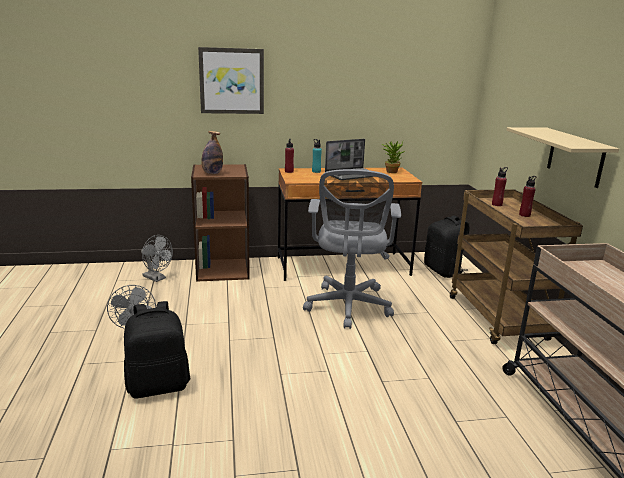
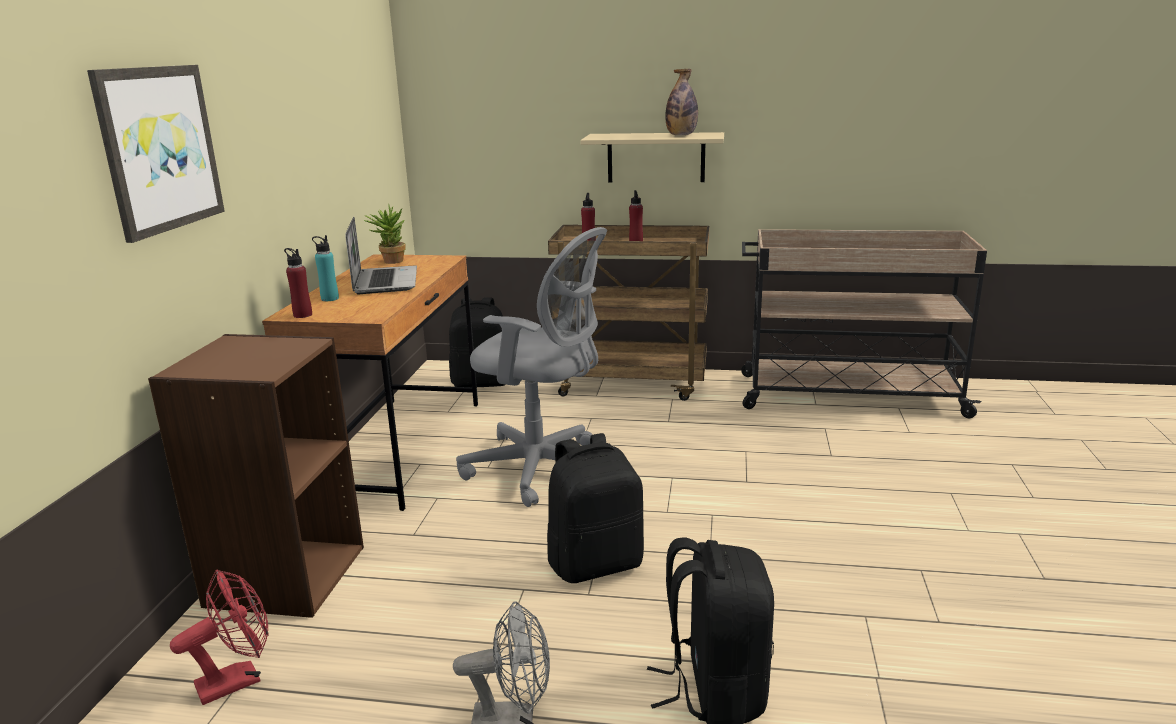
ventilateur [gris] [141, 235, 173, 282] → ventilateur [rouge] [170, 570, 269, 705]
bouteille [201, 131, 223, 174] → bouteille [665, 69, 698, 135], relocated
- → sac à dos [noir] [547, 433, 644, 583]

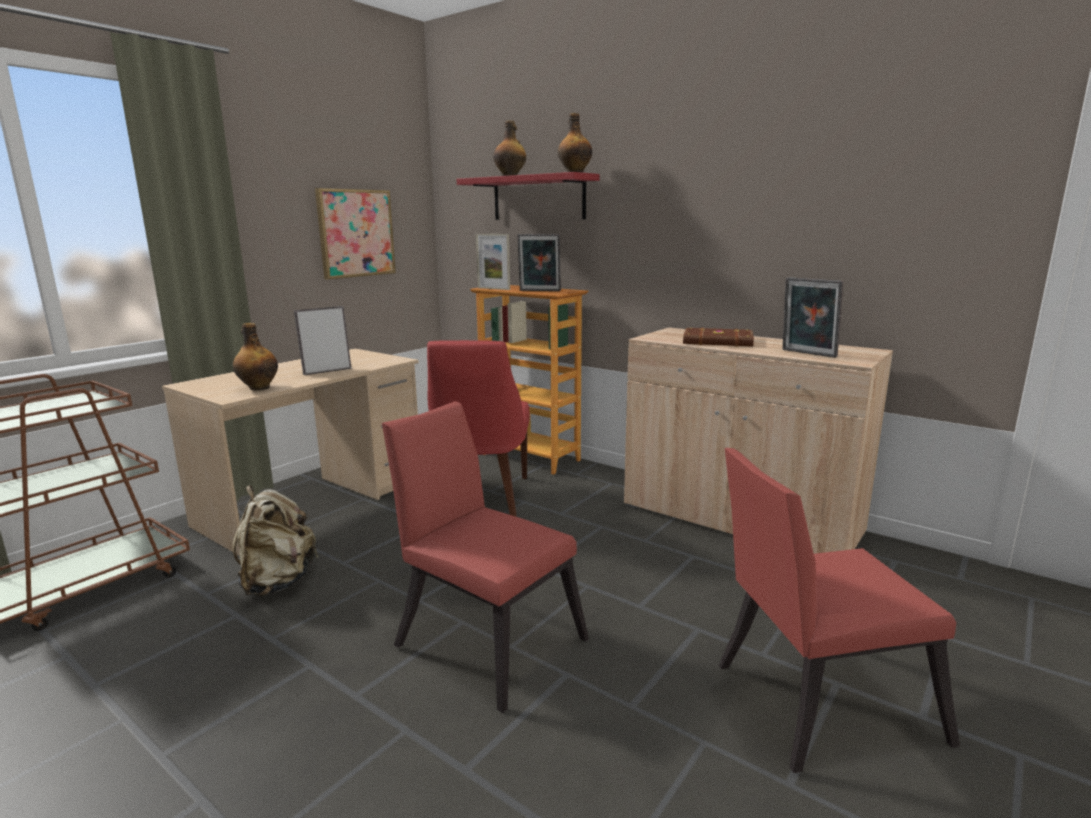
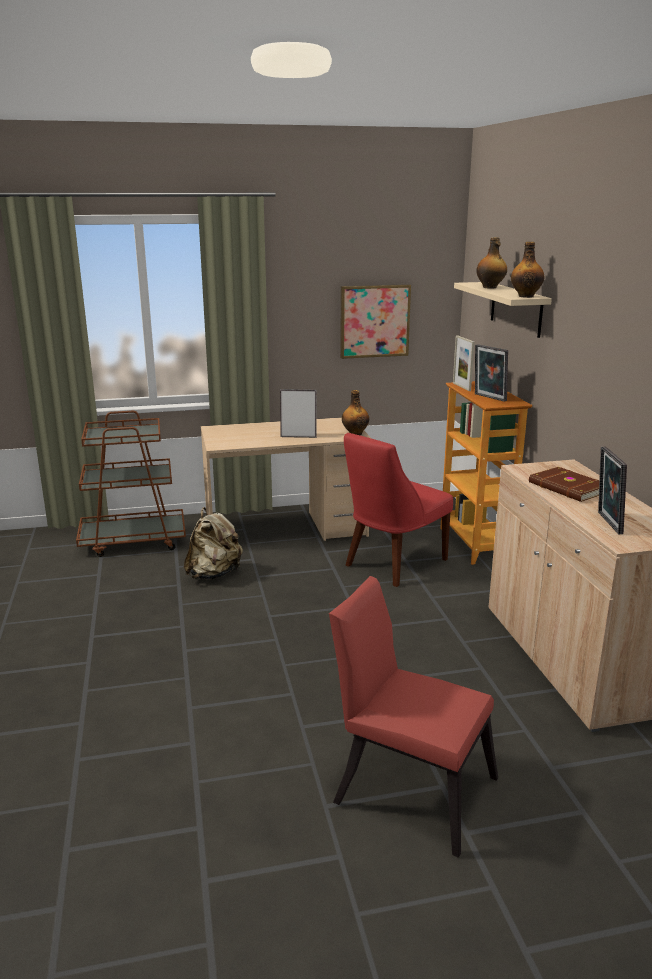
bouteille [233, 323, 278, 391] → bouteille [342, 390, 369, 435], relocated
chaise [rouge] [382, 401, 589, 713] → -
étagère [rouge] [457, 172, 600, 220] → étagère [beige] [454, 282, 552, 338]

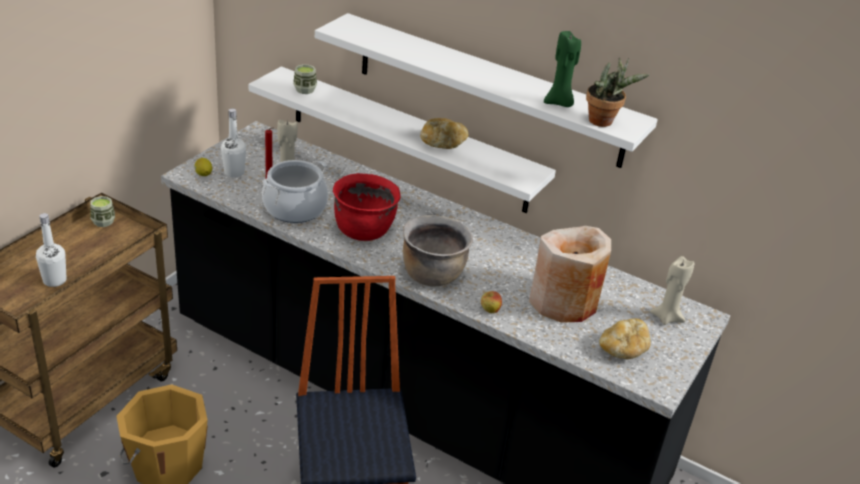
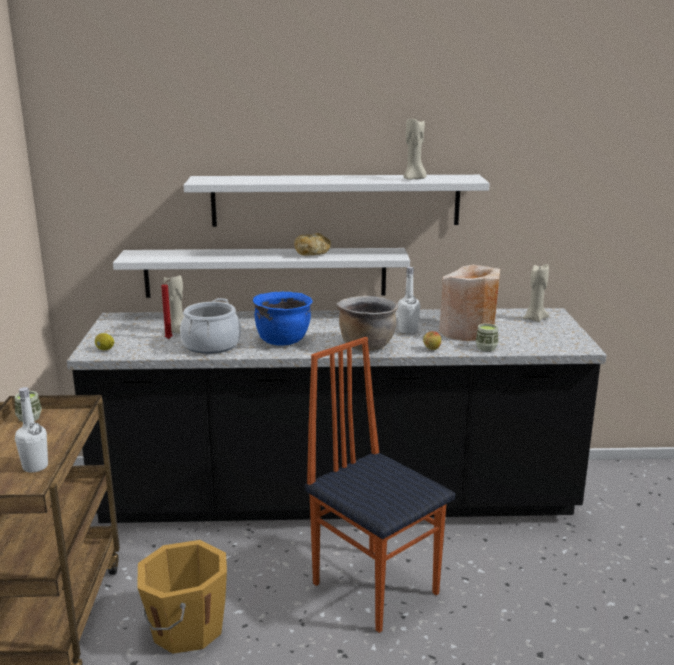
bouteille [blanc] [221, 109, 246, 177] → bouteille [blanc] [398, 267, 420, 334], relocated
tasse [293, 64, 317, 94] → tasse [475, 323, 498, 351], relocated
marmite [rouge] [333, 173, 401, 241] → marmite [bleu] [253, 292, 313, 346]
bougie [vert] [544, 31, 581, 107] → bougie [beige] [404, 118, 427, 180]
plante en pot [586, 58, 649, 127] → -
pain [599, 318, 651, 359] → -

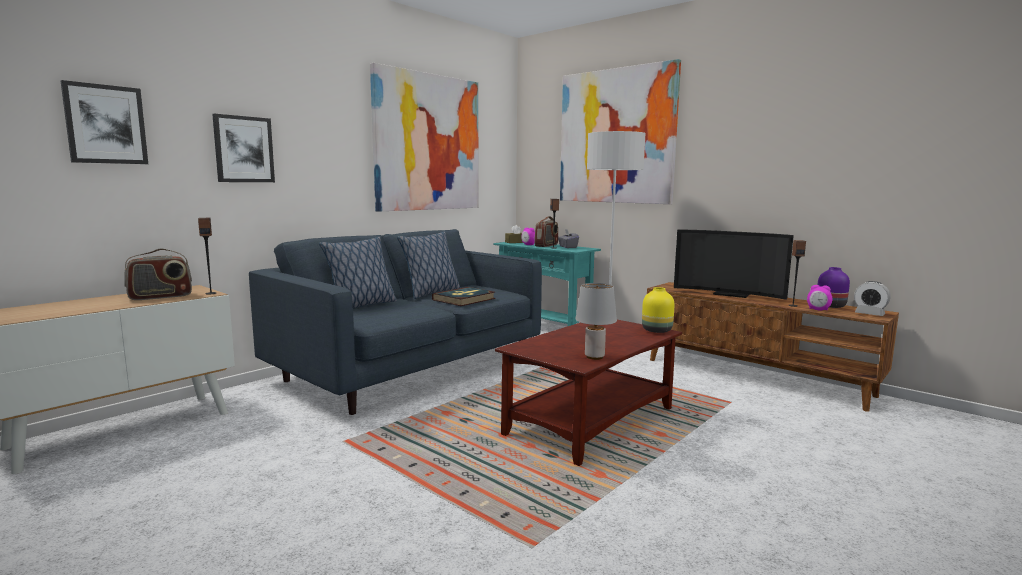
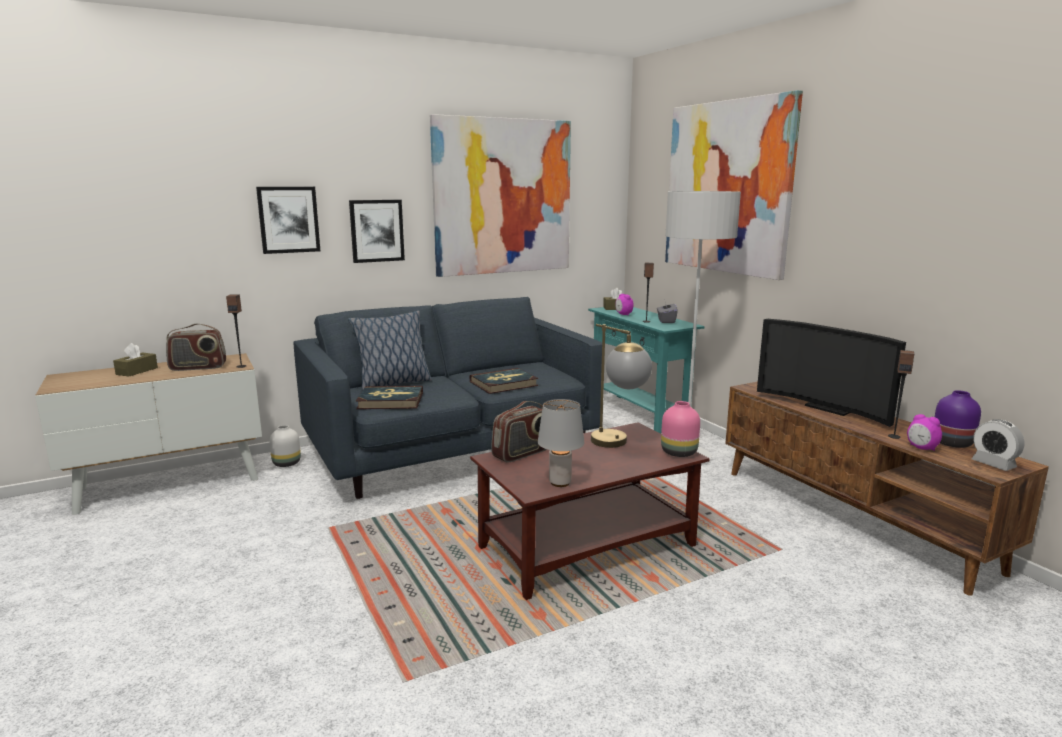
tableau [61, 80, 148, 164] → tableau [349, 200, 405, 263], relocated
coussin [397, 231, 460, 299] → -
radio [534, 216, 558, 247] → radio [491, 401, 547, 462], relocated
vase [jaune] [642, 287, 675, 333] → vase [rose] [661, 401, 700, 457]
- → boîte à mouchoirs [marron] [113, 343, 158, 377]
- → vase [blanc] [269, 425, 301, 467]
- → livre [356, 386, 423, 409]
- → lampe de table [591, 324, 652, 448]

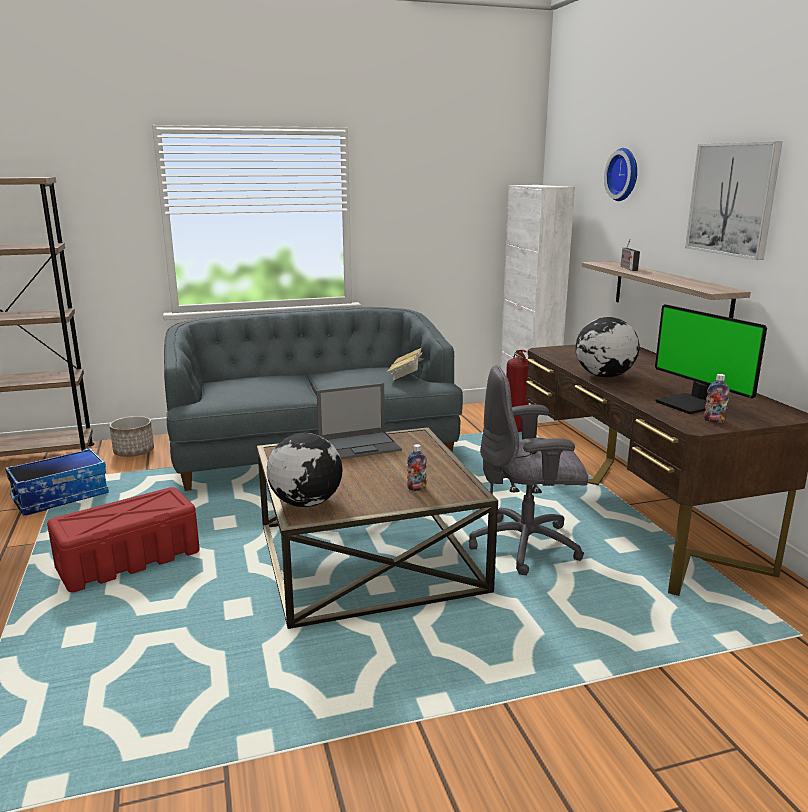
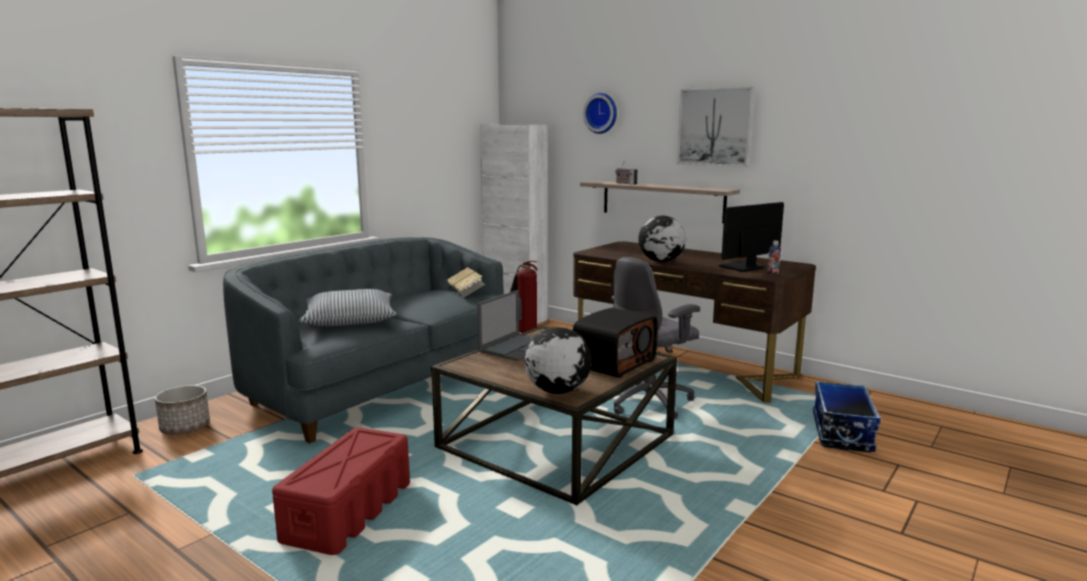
boîte de rangement [5, 448, 109, 515] → boîte de rangement [813, 381, 881, 453], relocated
bouteille [407, 444, 427, 491] → radio [573, 308, 658, 378]
écran d'ordinateur [655, 304, 767, 414] → écran d'ordinateur [719, 202, 784, 272], 120 degrees clockwise
- → coussin [299, 289, 397, 326]

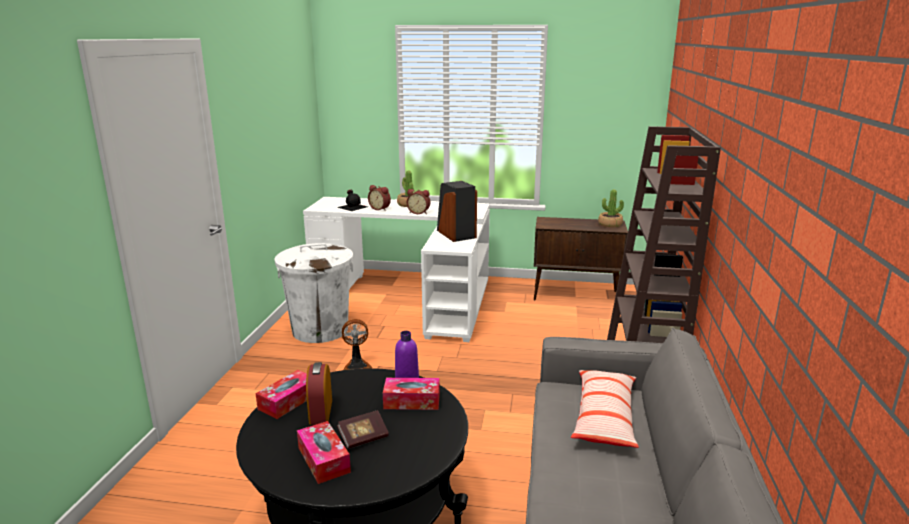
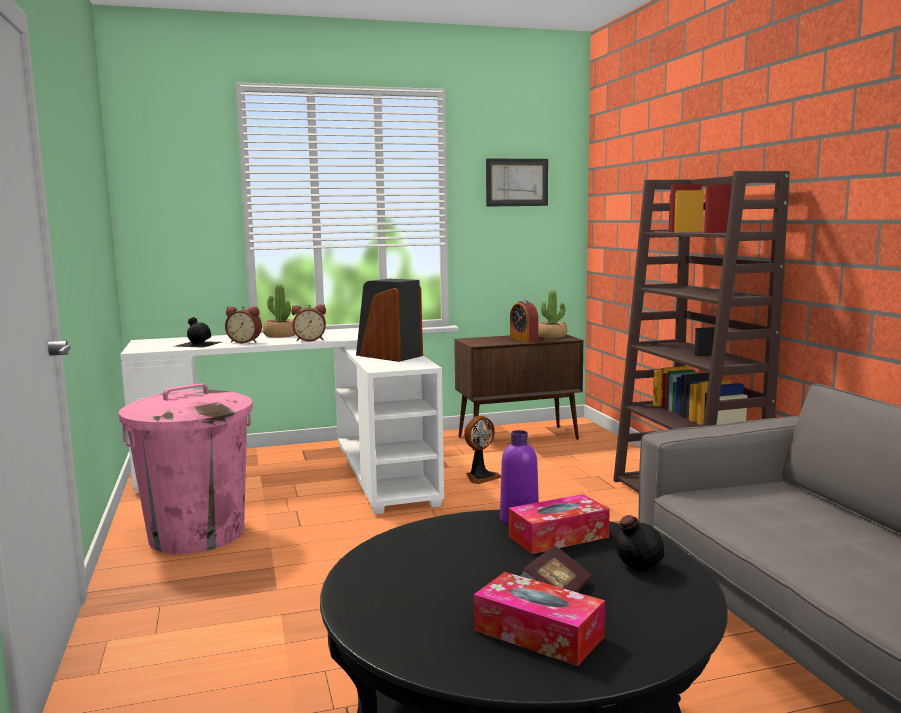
boîte à mouchoirs [255, 370, 307, 419] → -
poubelle [blanc] [274, 243, 353, 343] → poubelle [rose] [119, 383, 253, 554]
réveil [306, 362, 332, 425] → réveil [510, 300, 539, 342], relocated
ventilateur [342, 319, 372, 370] → ventilateur [464, 416, 501, 484], relocated
coussin [571, 370, 639, 448] → -
- → tableau [486, 159, 548, 207]
- → bouteille [noir] [588, 515, 688, 589]

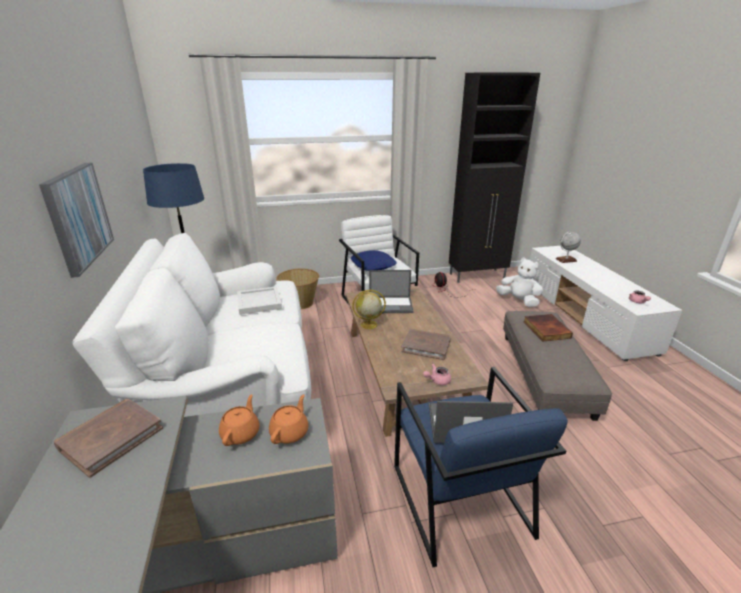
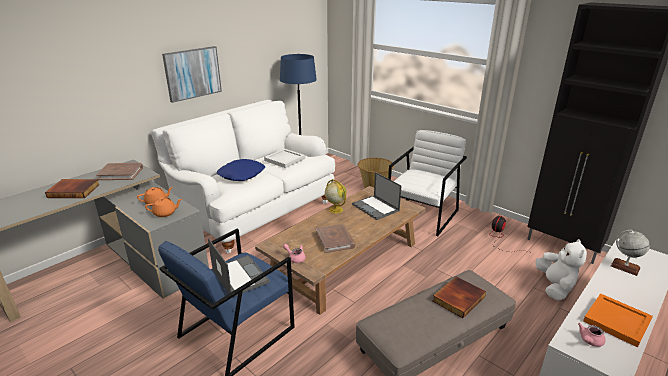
coussin [bleu] [351, 251, 397, 271] → coussin [bleu] [217, 159, 265, 181], relocated
- → livre [45, 179, 100, 198]
- → plateau [orange] [583, 293, 653, 347]

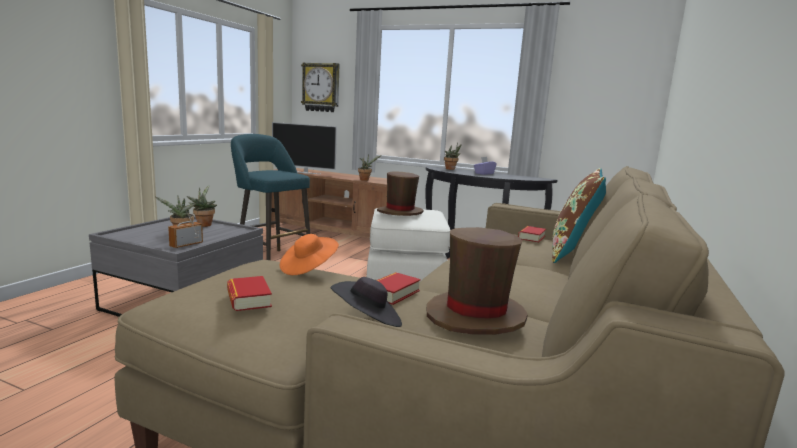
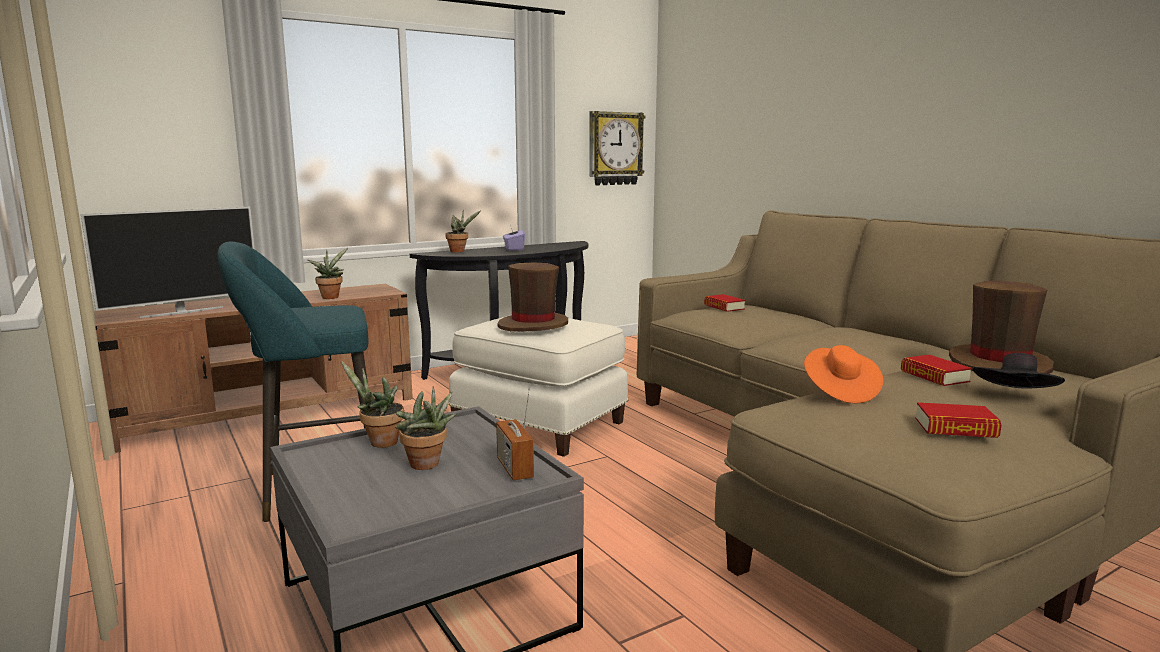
horloge murale [301, 62, 339, 112] → horloge murale [589, 111, 645, 185], relocated
coussin [marron] [552, 168, 606, 263] → -

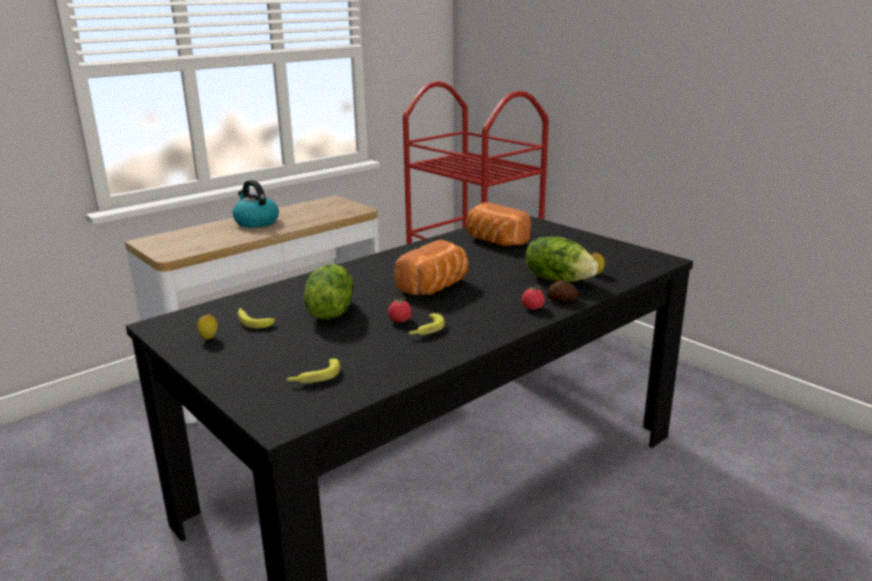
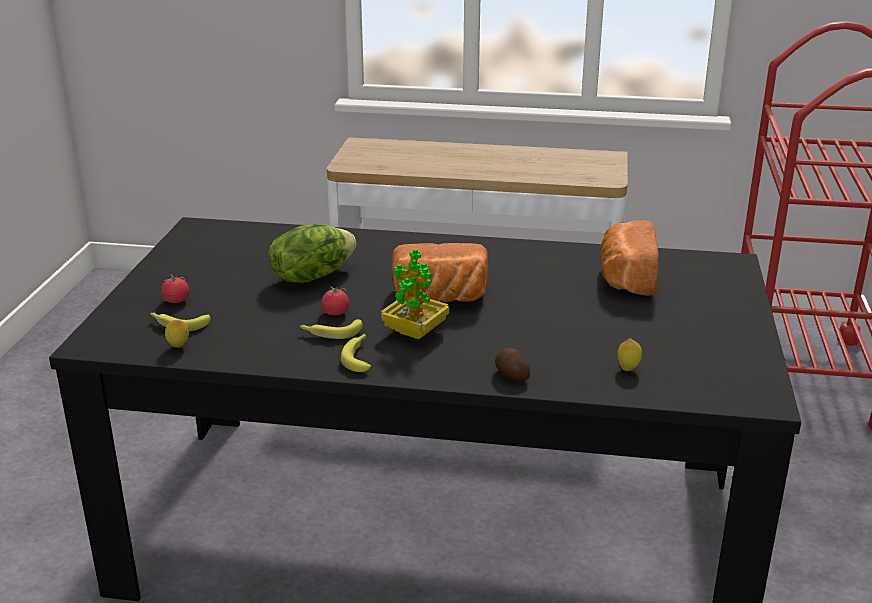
citron [197, 314, 218, 339] → citron [165, 320, 189, 348], relocated
bouilloire [232, 180, 279, 228] → -
banane [238, 308, 275, 329] → banane [341, 334, 371, 372], relocated
tomate [521, 285, 545, 310] → tomate [161, 275, 190, 303], relocated
laitue [526, 236, 598, 282] → -
- → plante en pot [381, 249, 449, 339]

